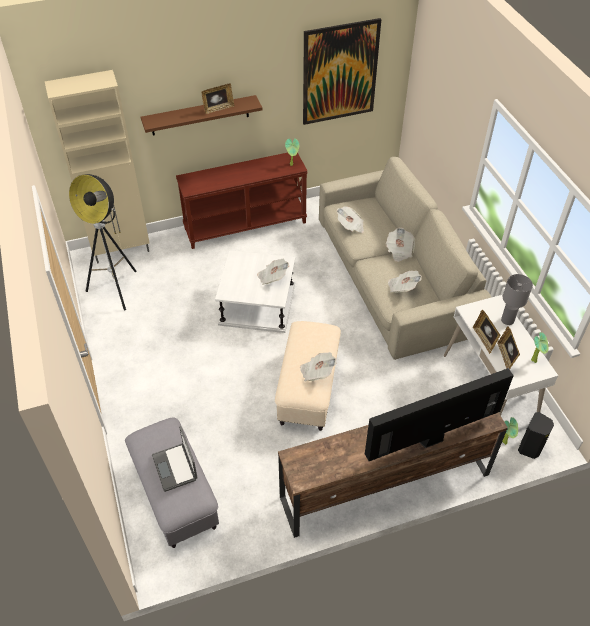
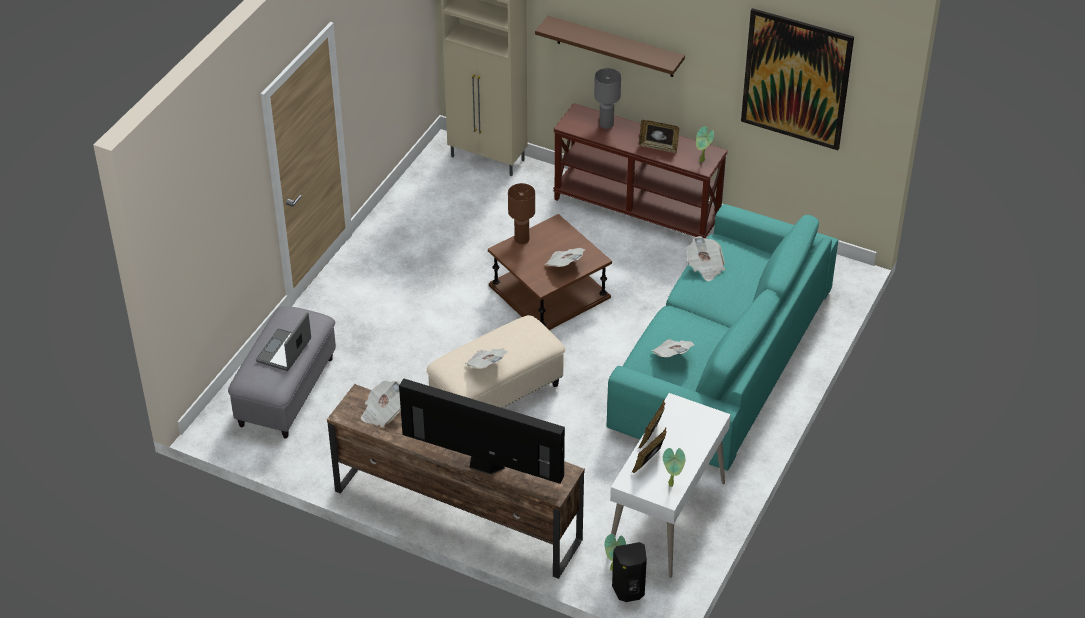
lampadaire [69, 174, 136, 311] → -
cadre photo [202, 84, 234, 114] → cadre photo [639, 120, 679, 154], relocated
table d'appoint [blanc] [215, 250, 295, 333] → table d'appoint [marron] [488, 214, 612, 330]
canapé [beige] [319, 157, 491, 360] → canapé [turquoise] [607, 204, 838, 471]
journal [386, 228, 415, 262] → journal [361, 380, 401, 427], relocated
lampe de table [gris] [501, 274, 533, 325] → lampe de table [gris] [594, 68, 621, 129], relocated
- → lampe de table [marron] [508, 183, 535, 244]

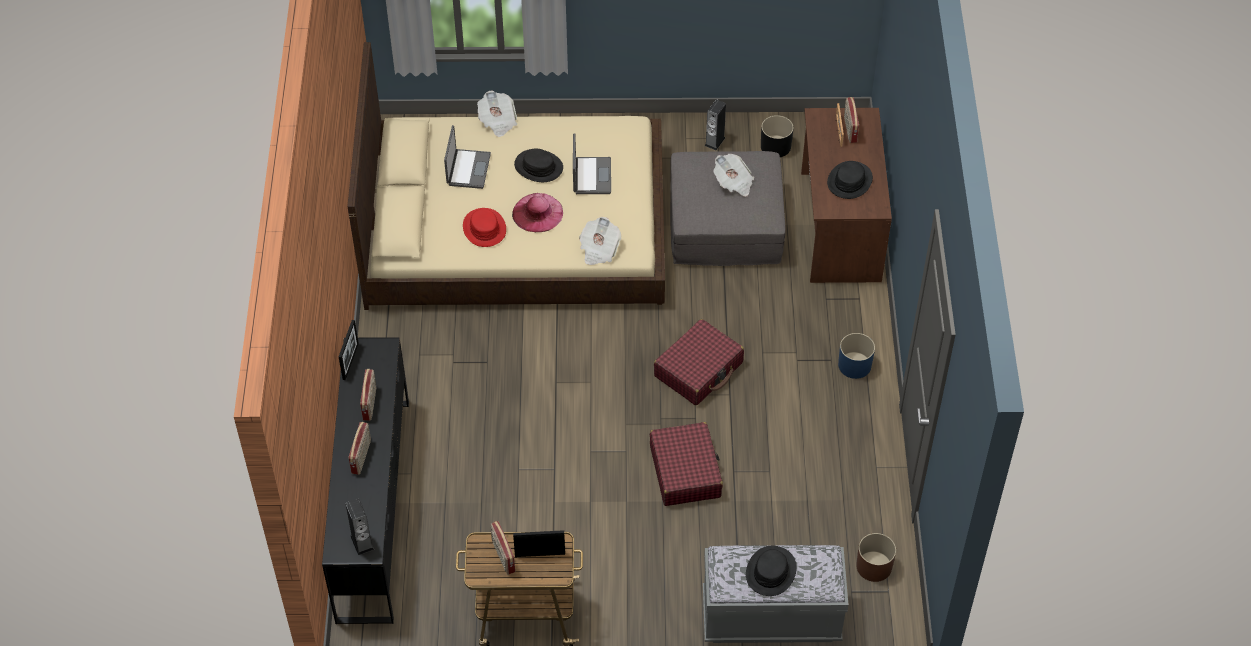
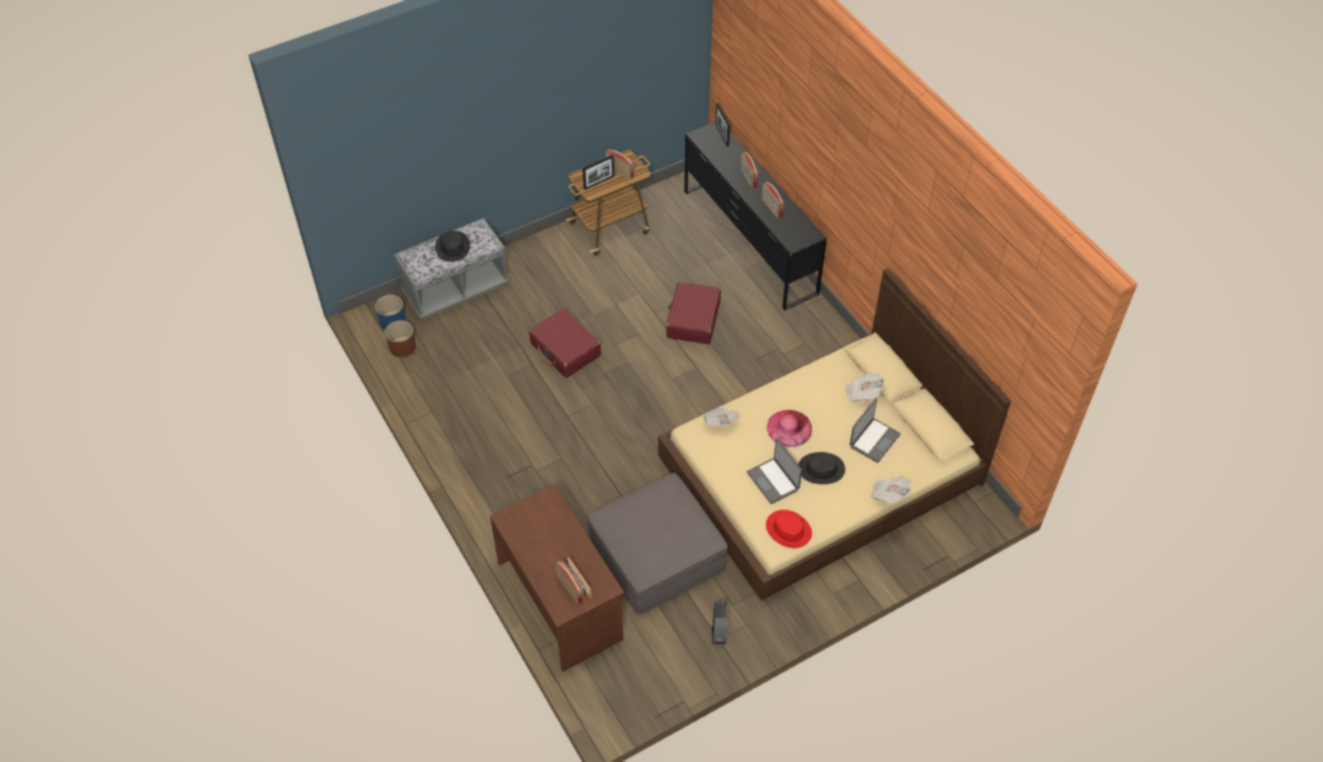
cadre photo [339, 320, 359, 380] → cadre photo [716, 103, 730, 147], relocated
enceinte [345, 499, 374, 555] → -
ordinateur portable [444, 125, 491, 189] → ordinateur portable [850, 399, 901, 463], 120 degrees counterclockwise
chapeau [rouge] [463, 208, 506, 247] → chapeau [rouge] [766, 510, 812, 548], relocated
valise [rouge] [654, 319, 744, 405] → valise [rouge] [666, 282, 721, 344], relocated
journal [713, 154, 754, 197] → journal [844, 373, 885, 402], relocated
cache-pot [noir] [761, 115, 794, 157] → -
chapeau [noir] [827, 161, 873, 199] → -
cache-pot [bleu] [838, 333, 875, 379] → cache-pot [bleu] [375, 295, 406, 330], relocated

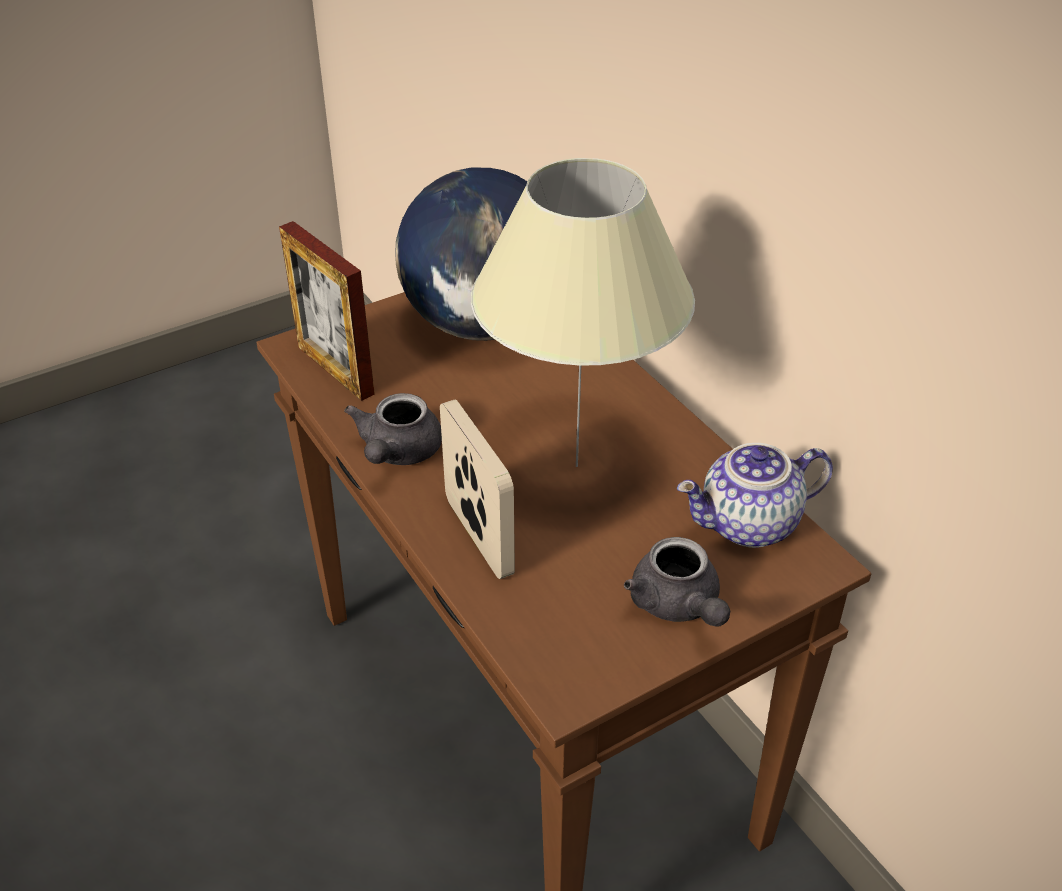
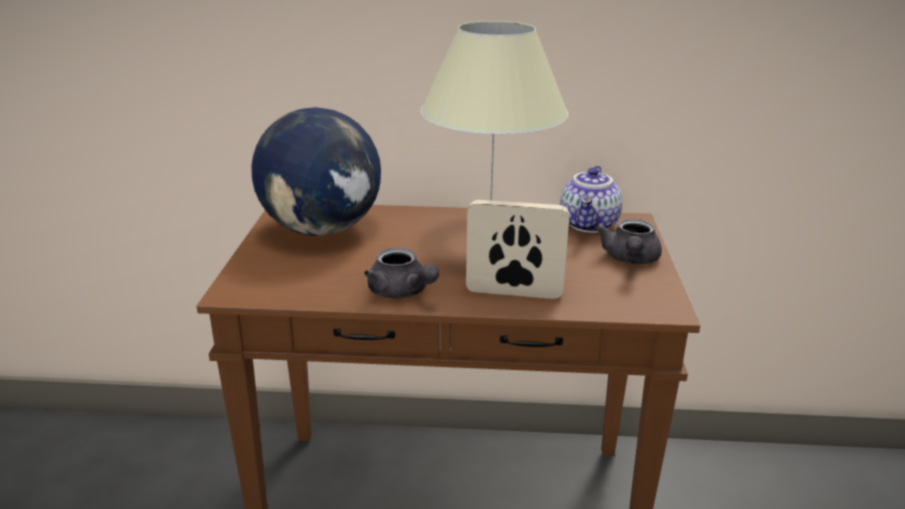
cadre photo [279, 221, 375, 401] → -
théière [gris] [624, 537, 730, 626] → théière [gris] [595, 219, 662, 264], 90 degrees clockwise

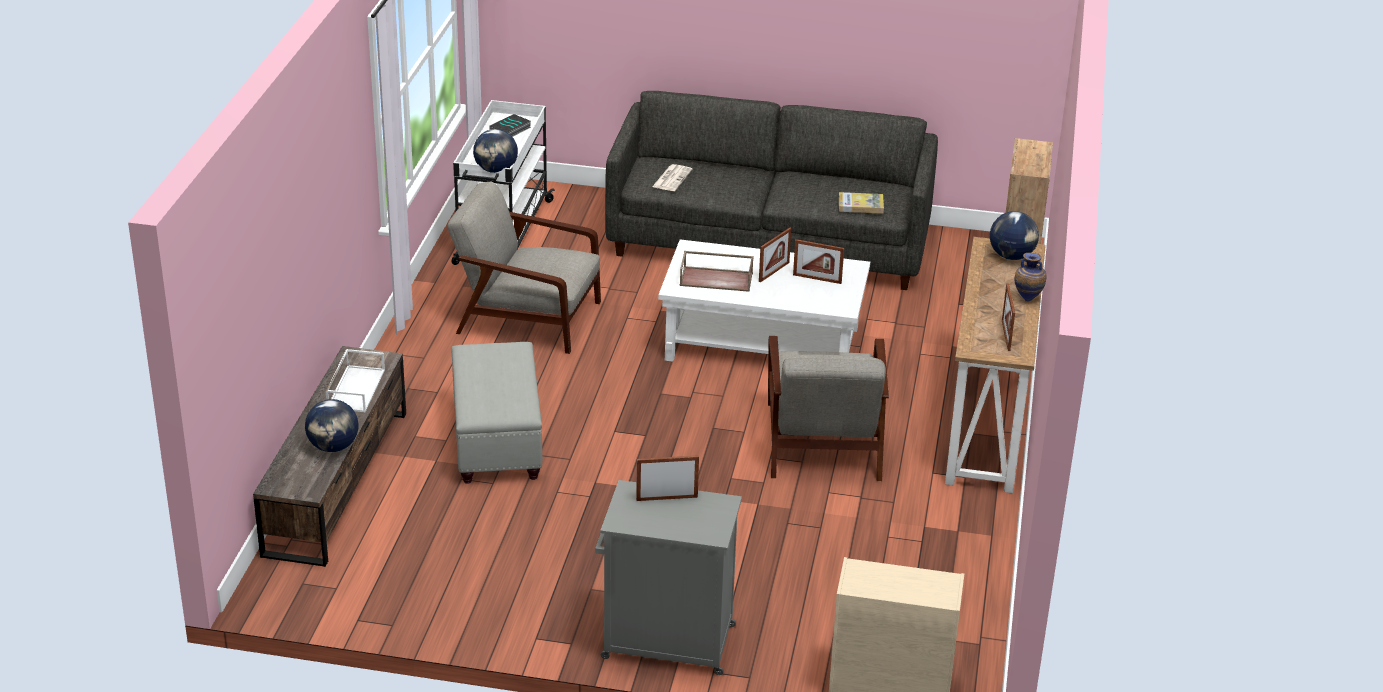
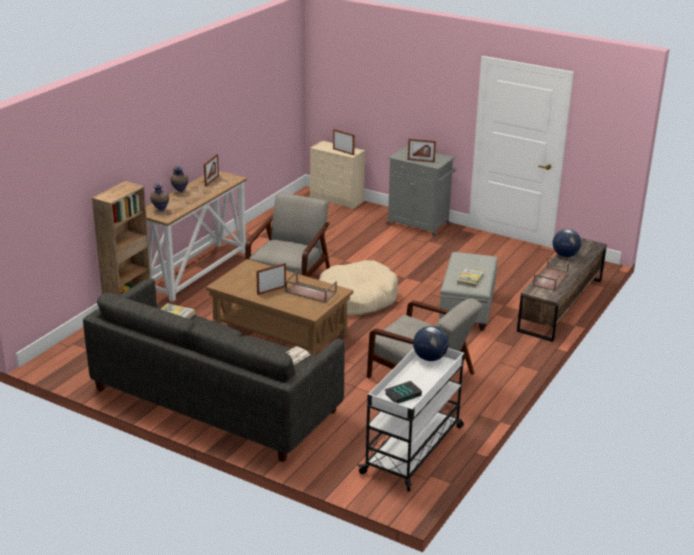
plateau [blanc] [326, 349, 385, 412] → plateau [marron] [533, 257, 569, 291]
table basse [blanc] [658, 239, 870, 362] → table basse [marron] [206, 259, 353, 356]
cadre photo [793, 239, 844, 284] → cadre photo [333, 129, 355, 155], relocated
globe [990, 211, 1039, 260] → vase [150, 183, 169, 211]
- → panier pour chien [beige] [319, 260, 398, 315]
- → livre [457, 268, 484, 288]

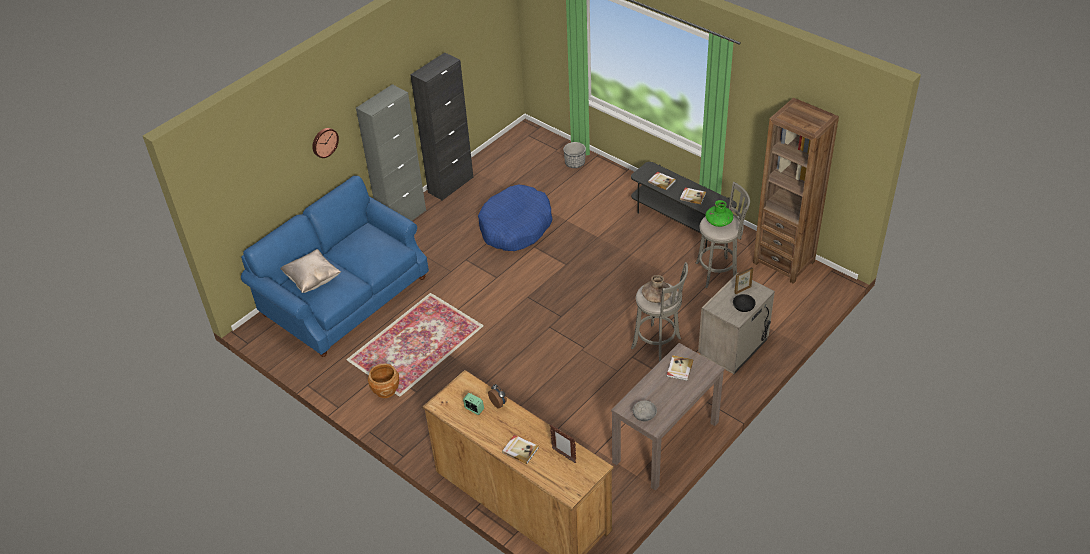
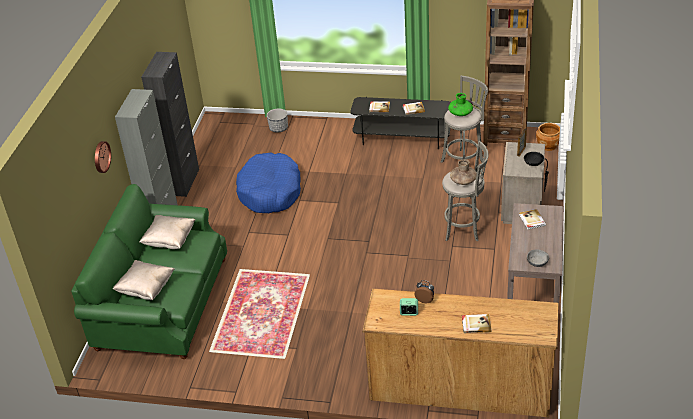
canapé [bleu] [241, 176, 429, 357] → canapé [vert] [71, 184, 227, 359]
cache-pot [marron] [368, 363, 399, 398] → cache-pot [marron] [536, 123, 560, 151], relocated
cadre photo [550, 425, 576, 463] → -
- → coussin [beige] [139, 215, 196, 249]

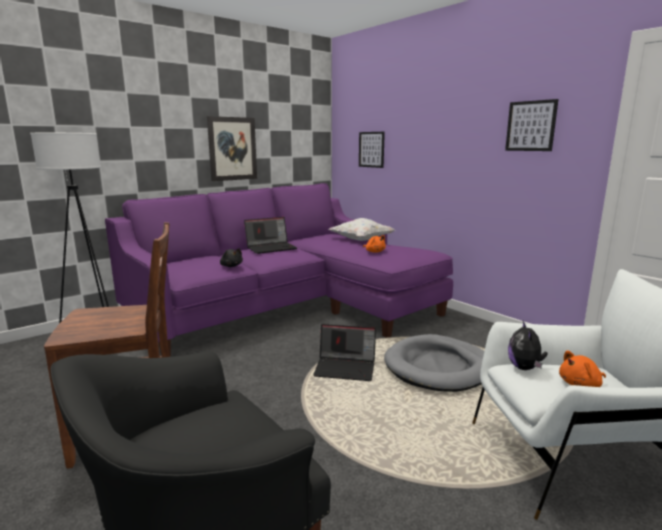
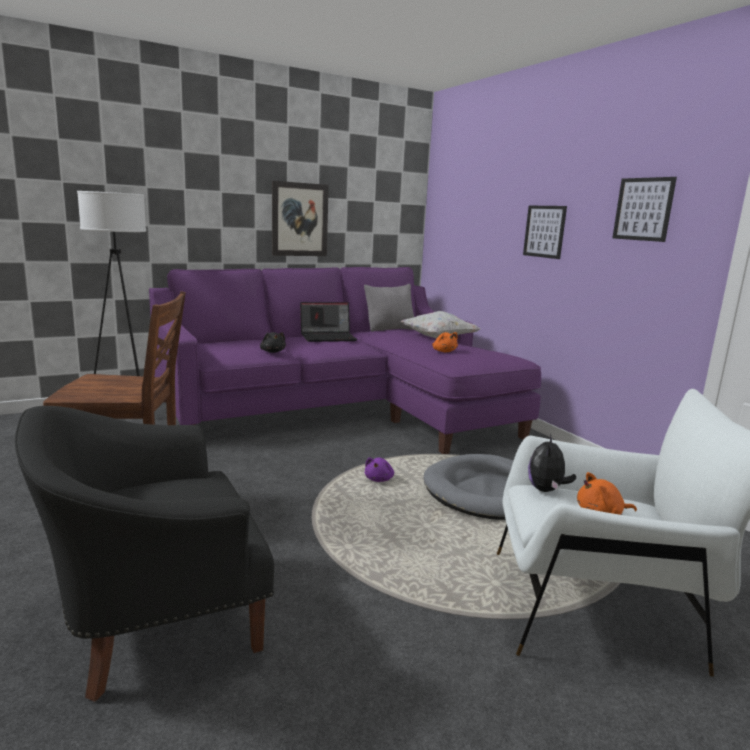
ordinateur portable [313, 324, 376, 381] → peluche [violet] [365, 457, 394, 482]
tableau [359, 132, 385, 168] → tableau [523, 206, 567, 259], relocated
- → coussin [gris] [364, 284, 414, 332]

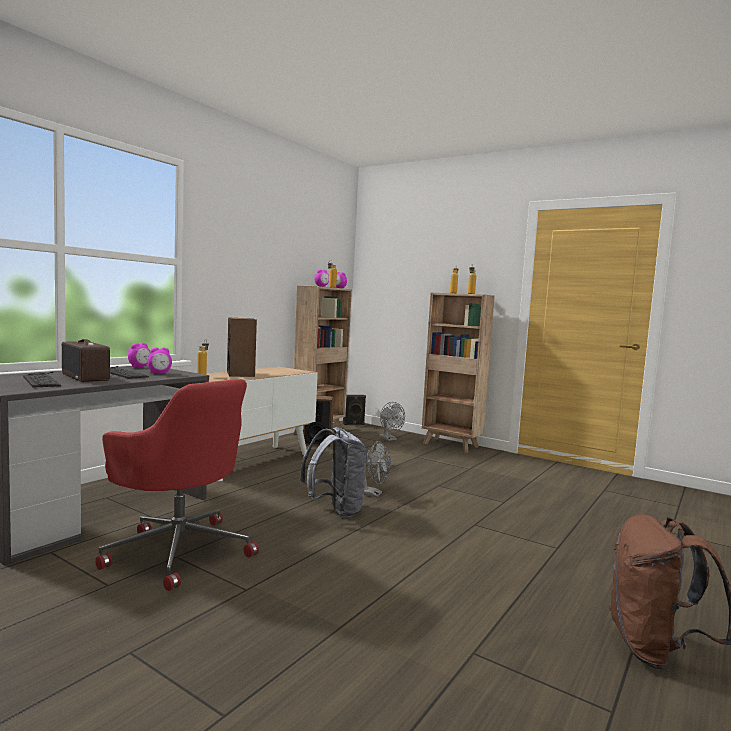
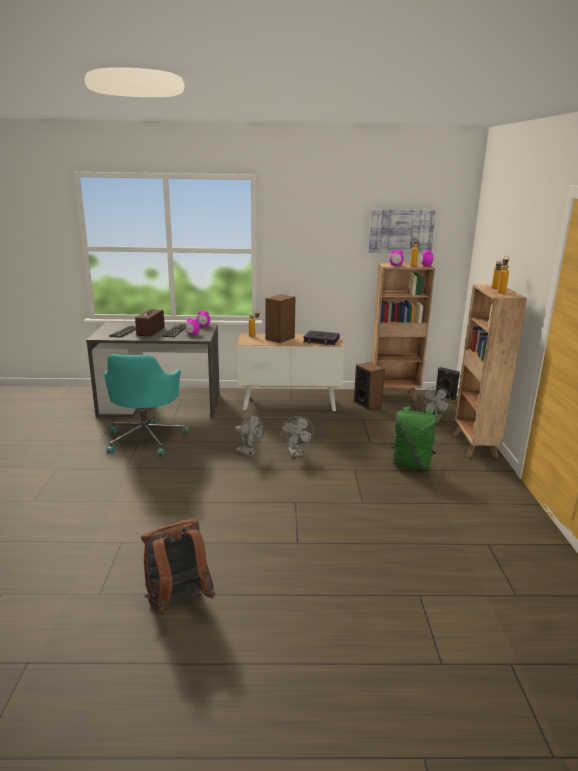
chaise de bureau [rouge] [95, 379, 259, 591] → chaise de bureau [turquoise] [104, 354, 189, 456]
sac à dos [gris] [300, 427, 368, 517] → ventilateur [gris] [235, 414, 264, 457]
- → livre [303, 330, 340, 345]
- → tableau [368, 209, 436, 254]
- → sac à dos [vert] [391, 406, 437, 470]

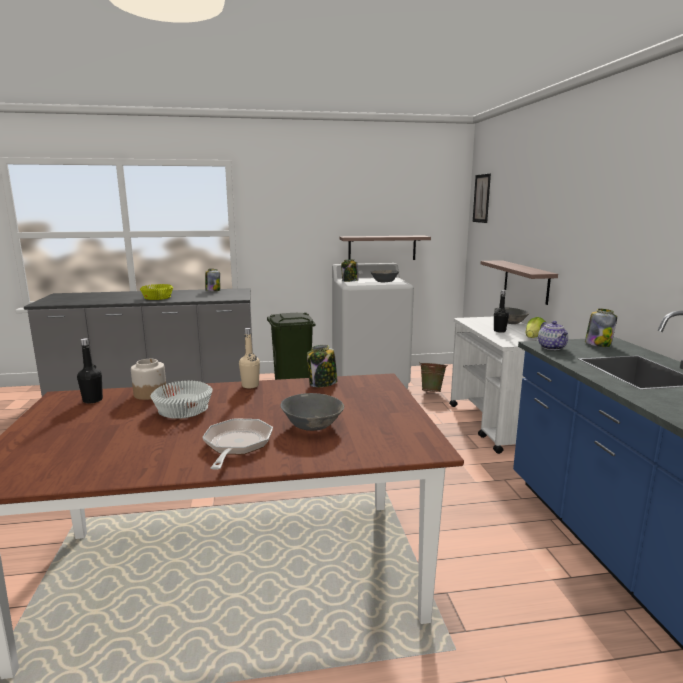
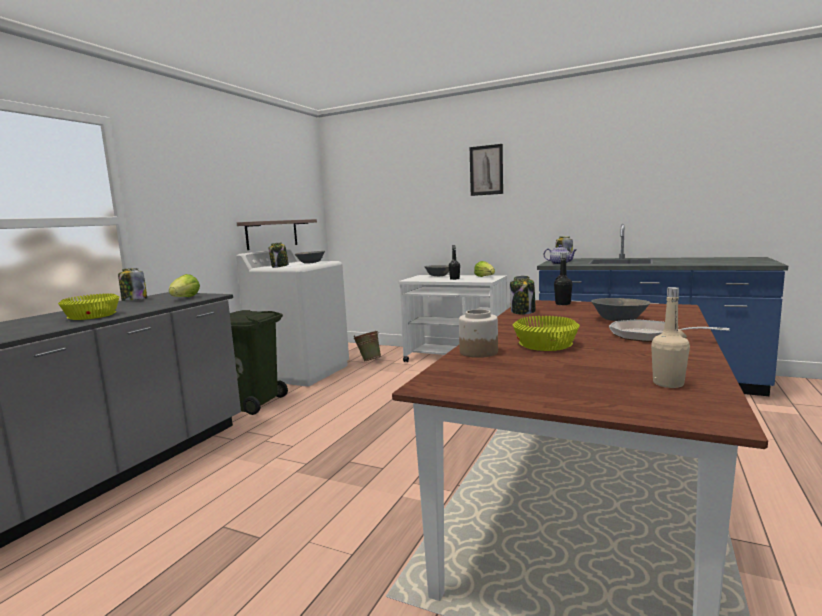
bouteille [noir] [77, 338, 103, 404] → bouteille [noir] [554, 253, 572, 305], relocated
bol [blanc] [150, 381, 213, 419] → bol [jaune] [513, 316, 579, 351]
bouteille [beige] [239, 328, 260, 388] → bouteille [beige] [651, 287, 690, 388], relocated
tableau [473, 174, 491, 223] → tableau [470, 144, 503, 196], relocated
étagère [481, 260, 558, 305] → -
- → laitue [169, 274, 200, 297]

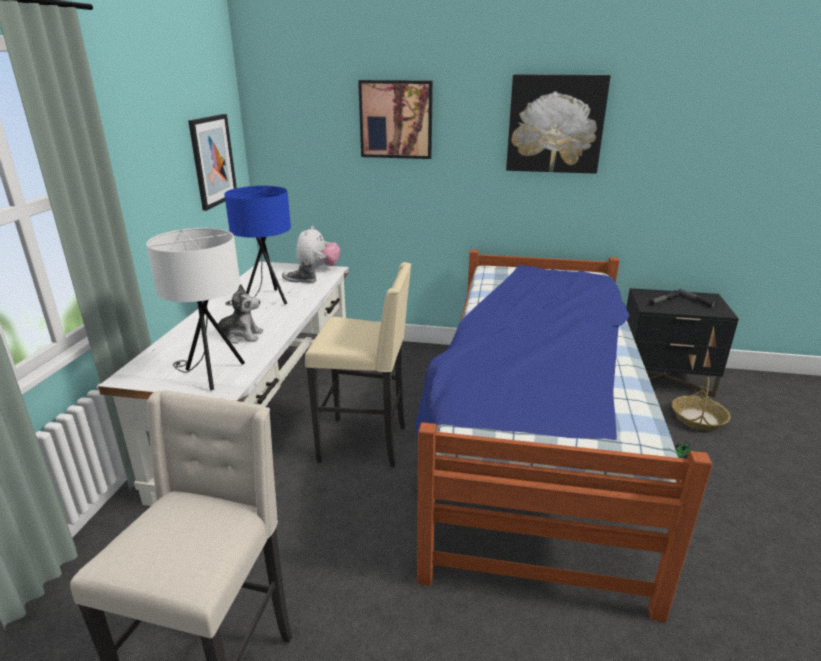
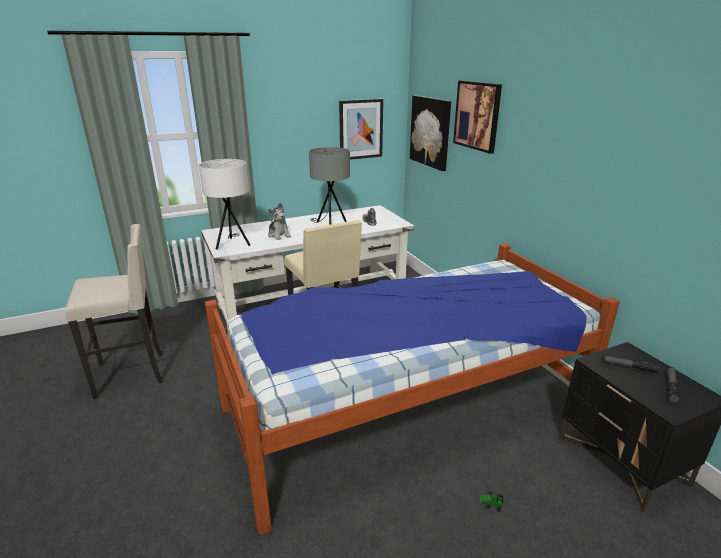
lampe de table [bleu] [224, 186, 291, 305] → lampe de table [gris] [309, 147, 350, 225]
peluche [296, 226, 340, 270] → -
tableau [506, 74, 611, 174] → tableau [410, 95, 451, 171], relocated
panier [672, 377, 731, 431] → -

